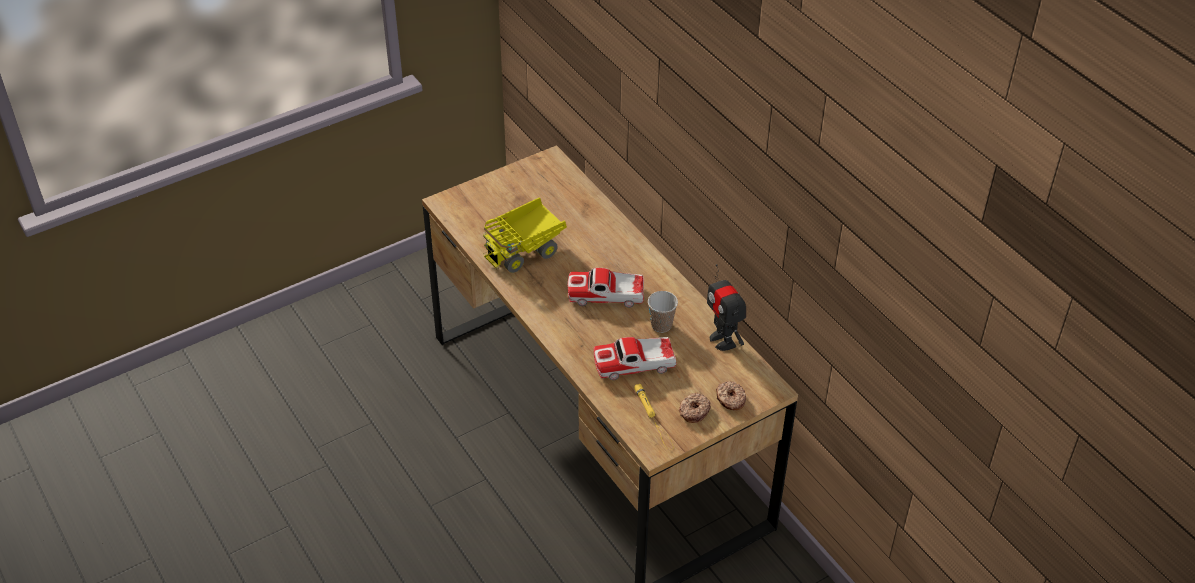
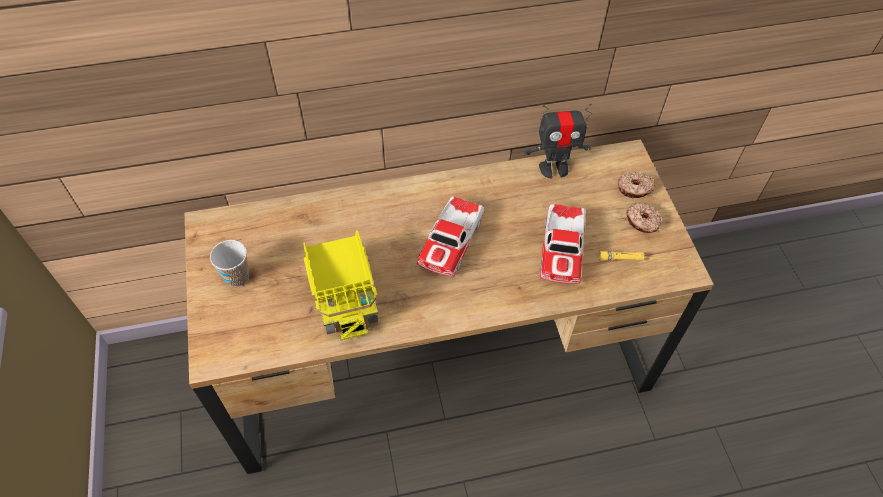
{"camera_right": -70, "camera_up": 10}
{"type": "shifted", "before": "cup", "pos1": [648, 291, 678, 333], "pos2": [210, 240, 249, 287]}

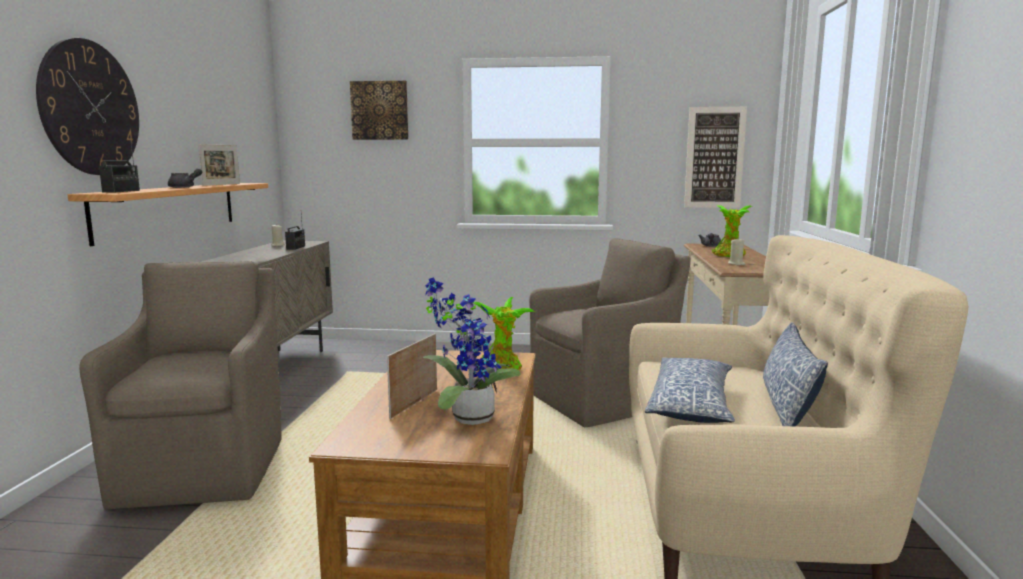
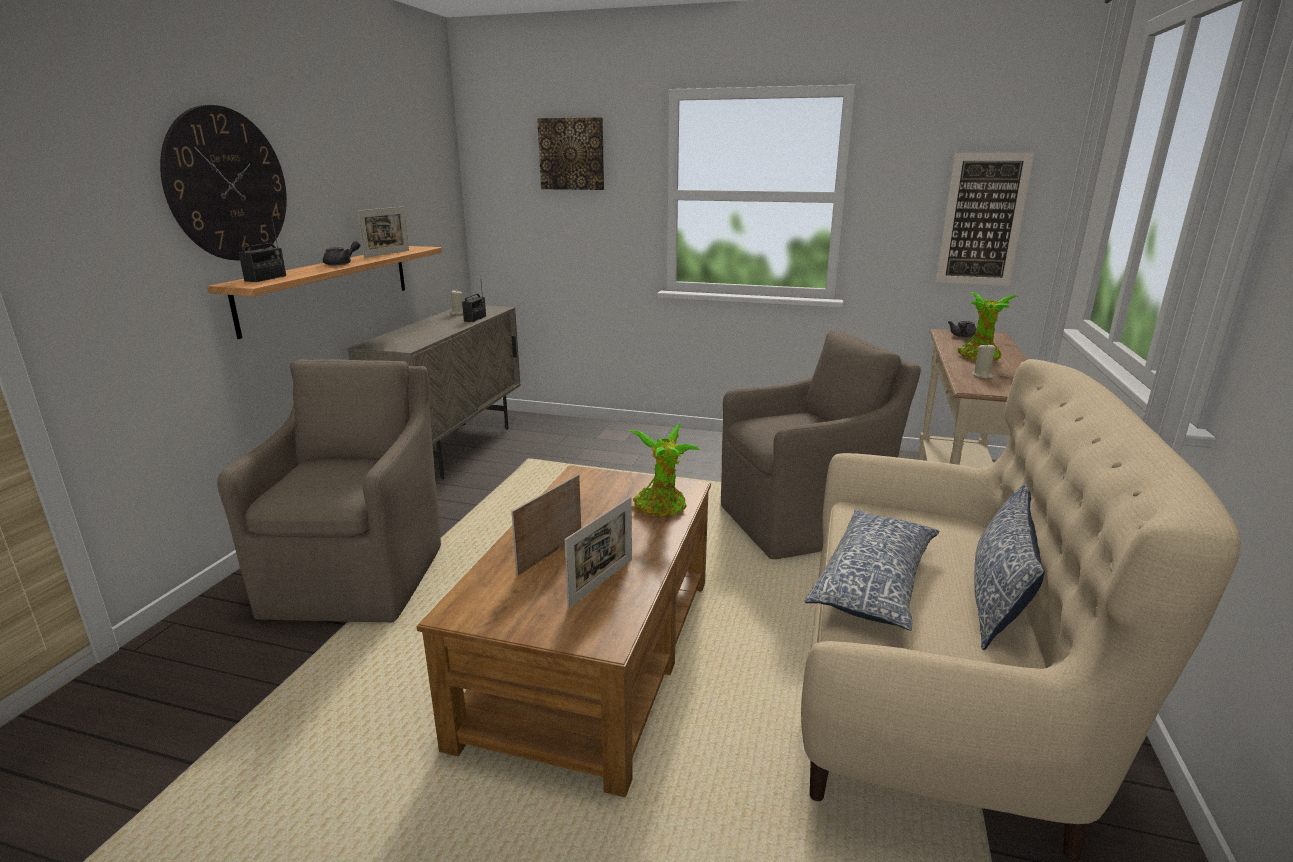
{"camera_right": 10, "camera_up": 10}
{"type": "swapped", "before": "potted plant", "after": "picture frame", "pos1": [422, 277, 521, 425], "pos2": [565, 497, 632, 608]}

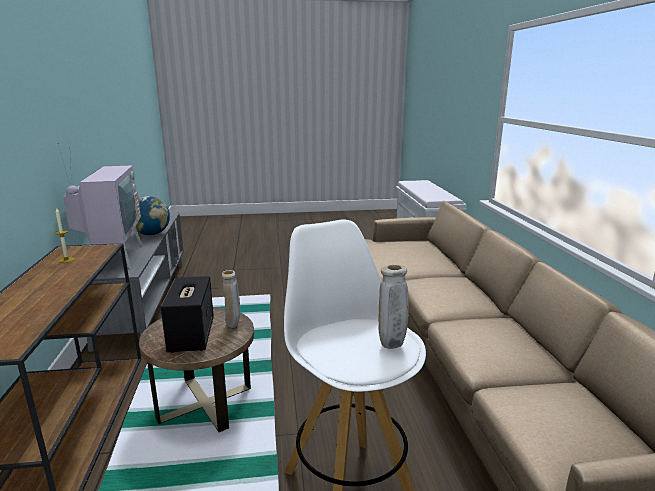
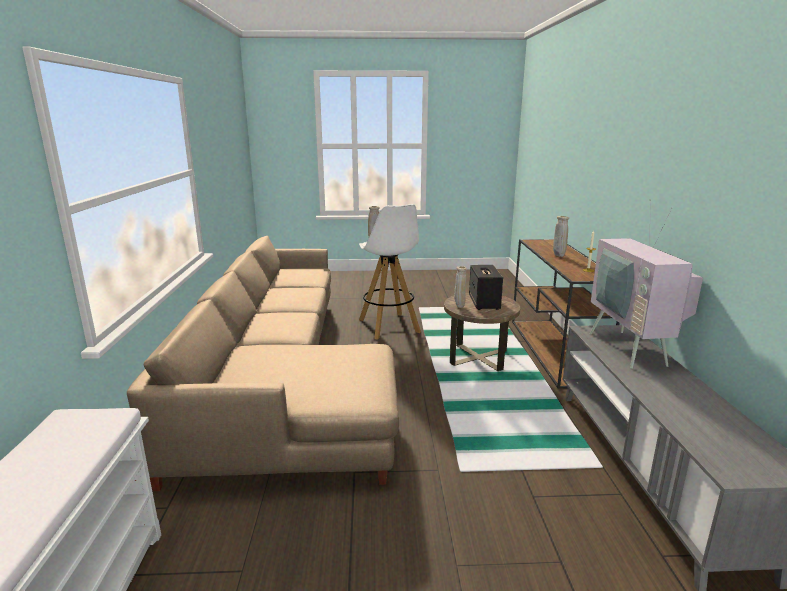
{"camera_right": -175, "camera_up": 0}
{"type": "gone", "before": "globe", "pos1": [135, 196, 170, 235]}
{"type": "new", "after": "beige vase", "pos2": [553, 216, 569, 257]}

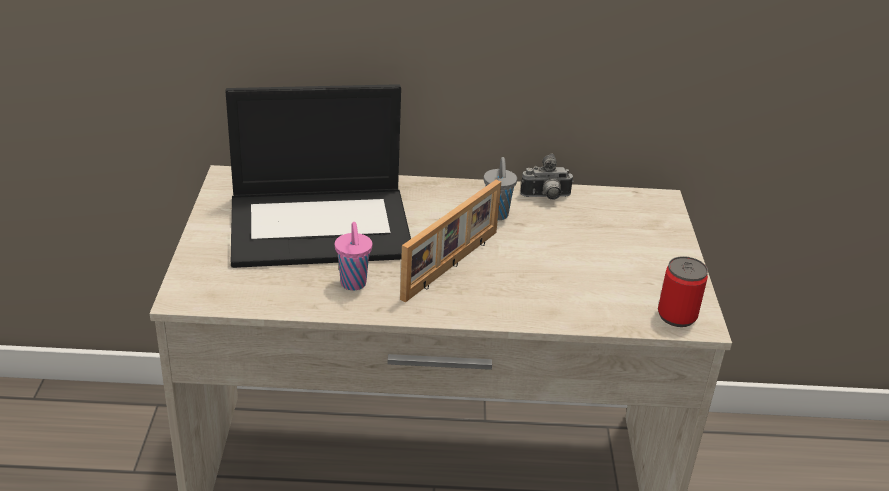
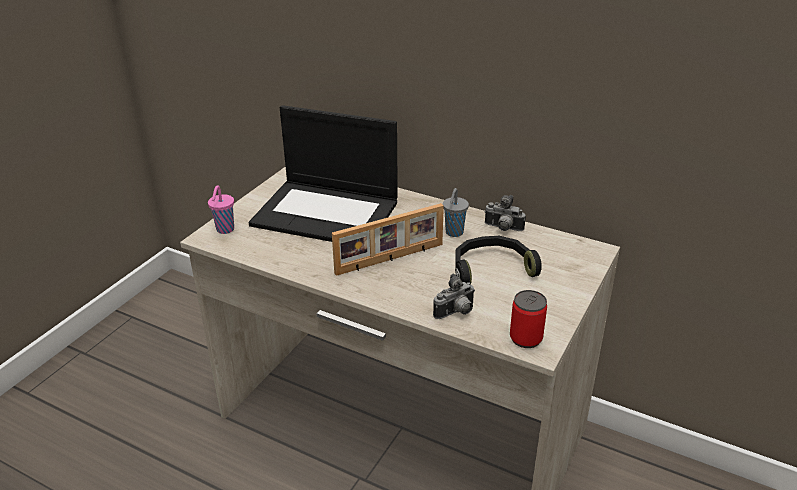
{"camera_right": 30, "camera_up": 0}
{"type": "shifted", "before": "pink cup", "pos1": [335, 222, 372, 290], "pos2": [208, 185, 234, 234]}
{"type": "new", "after": "black headphones", "pos2": [455, 236, 542, 285]}
{"type": "new", "after": "photo camera", "pos2": [433, 274, 475, 319]}

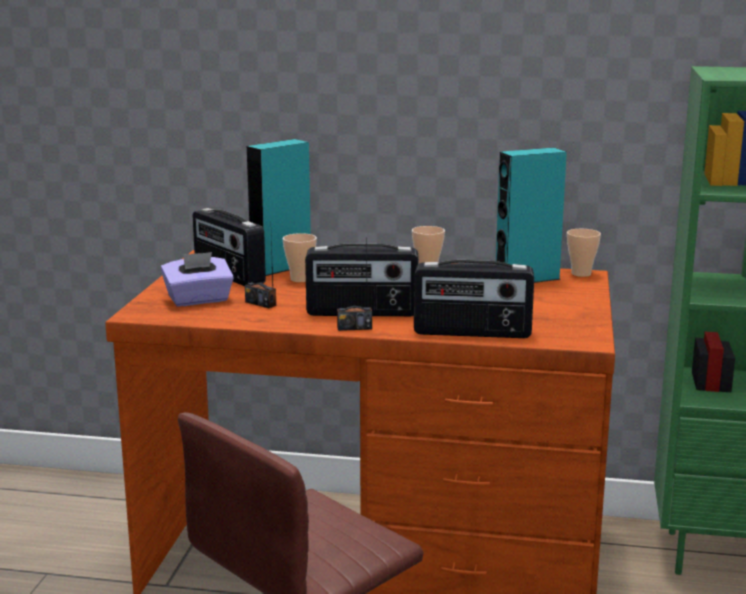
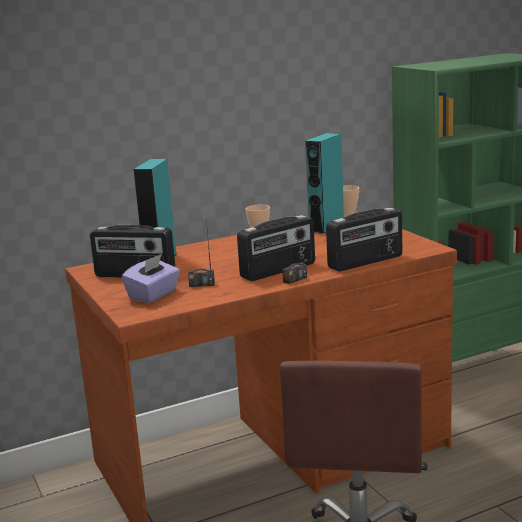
{"camera_right": -35, "camera_up": 0}
{"type": "gone", "before": "cup", "pos1": [283, 233, 317, 283]}

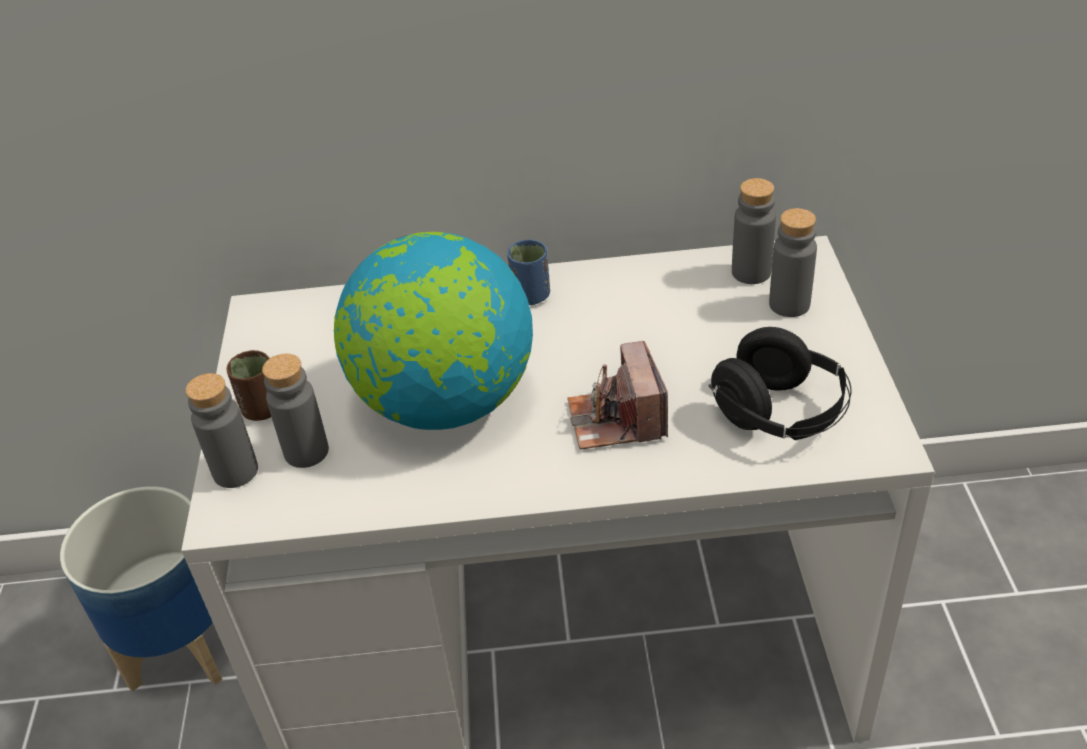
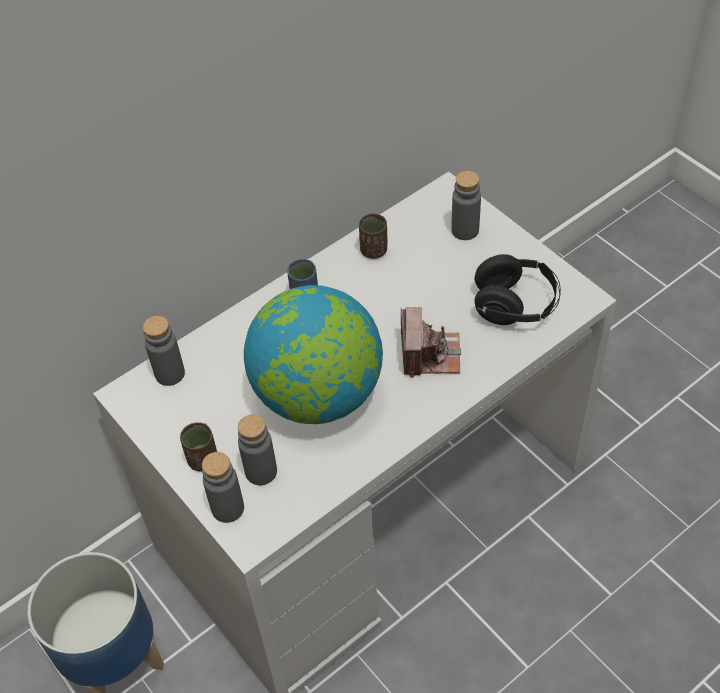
{"camera_right": -35, "camera_up": 10}
{"type": "shifted", "before": "grey bottle", "pos1": [732, 178, 776, 284], "pos2": [143, 316, 185, 386]}
{"type": "rotated", "before": "photo camera", "pos1": [567, 341, 668, 450], "pos2": [401, 307, 461, 378], "turn": -135}
{"type": "new", "after": "brown cup", "pos2": [359, 213, 387, 259]}

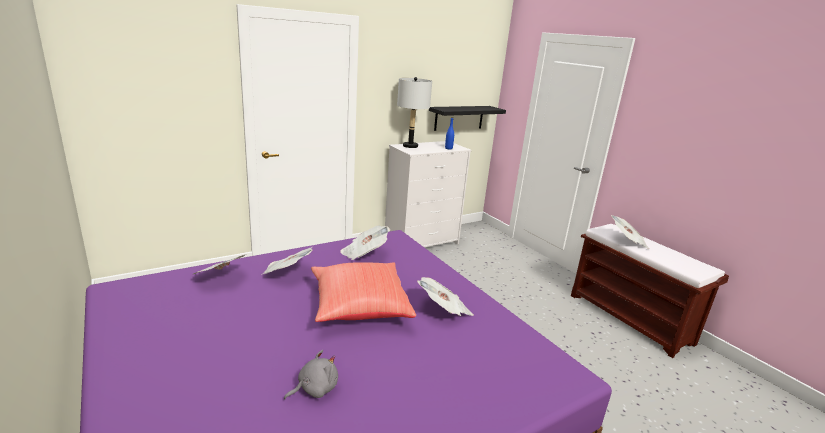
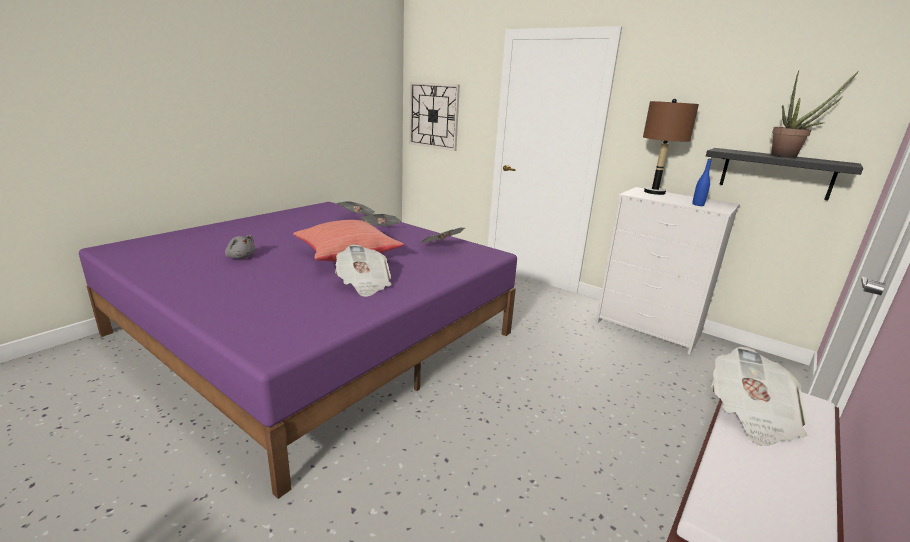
{"camera_right": 70, "camera_up": 0}
{"type": "repainted", "before": "grey table lamp", "after": "brown table lamp", "pos1": [397, 77, 432, 148], "pos2": [643, 99, 699, 195]}
{"type": "new", "after": "potted plant", "pos2": [771, 71, 859, 158]}
{"type": "new", "after": "wall clock", "pos2": [409, 82, 460, 151]}

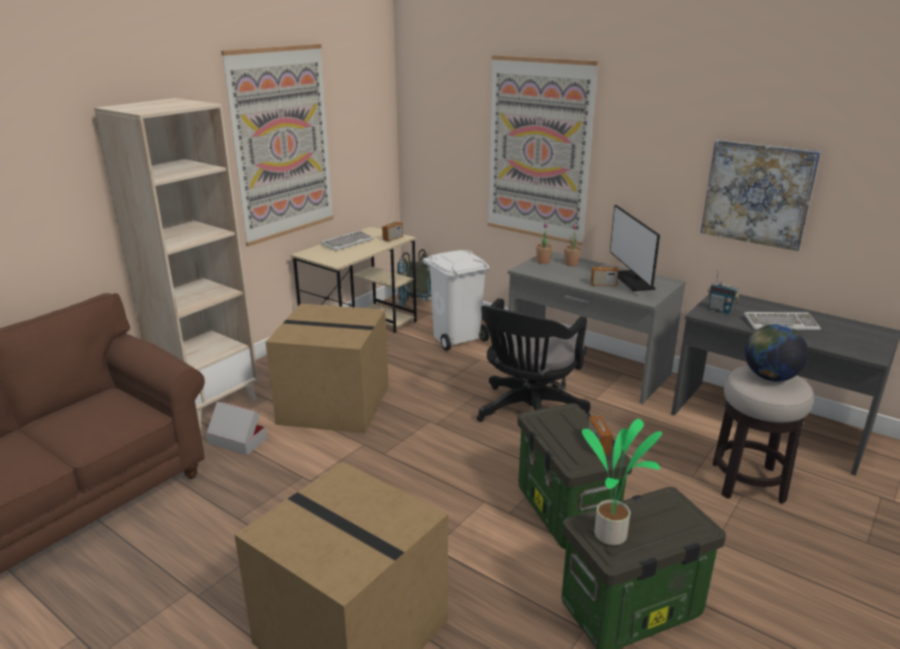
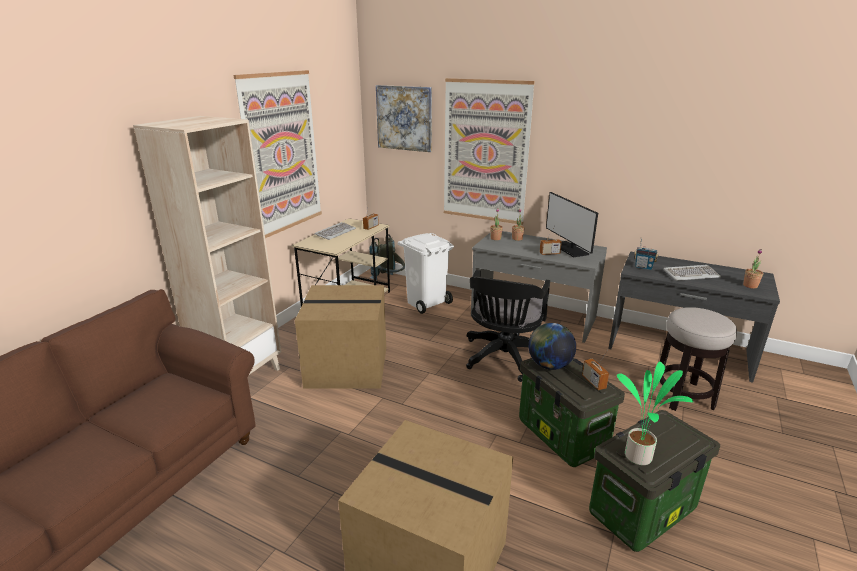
{"camera_right": -10, "camera_up": 0}
{"type": "shifted", "before": "picture", "pos1": [701, 140, 821, 251], "pos2": [376, 85, 432, 152]}
{"type": "shifted", "before": "globe", "pos1": [745, 324, 808, 381], "pos2": [528, 323, 576, 370]}
{"type": "gone", "before": "cardboard box", "pos1": [206, 402, 267, 455]}
{"type": "new", "after": "potted plant", "pos2": [743, 249, 763, 289]}

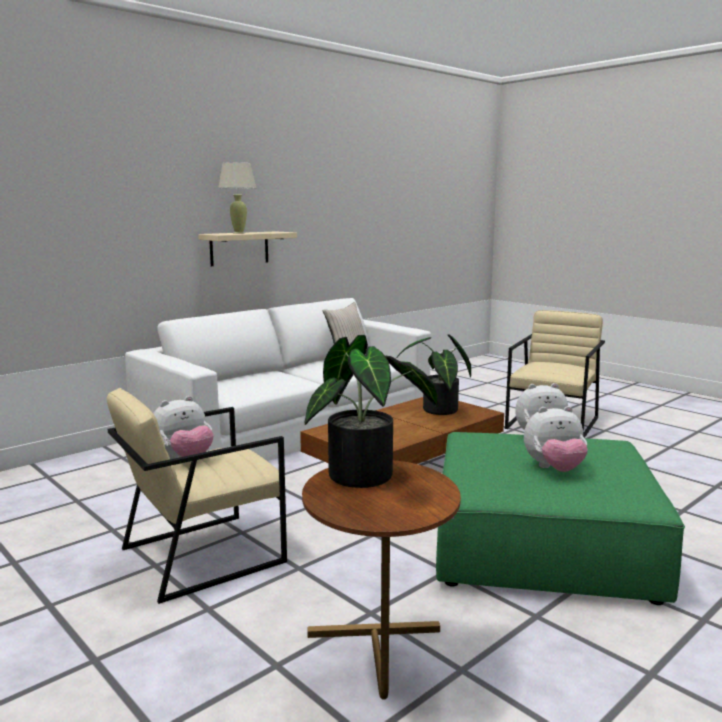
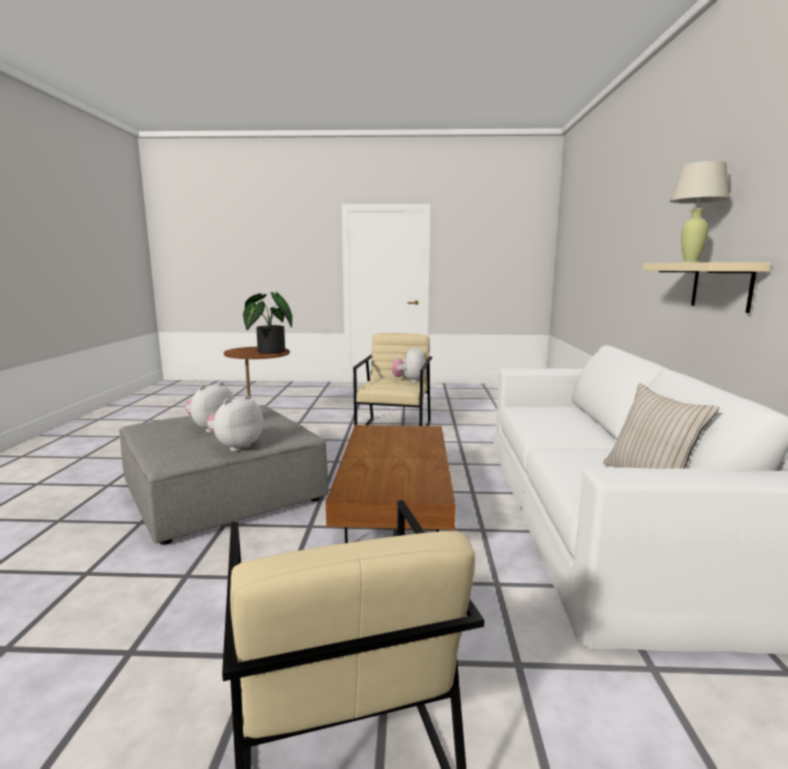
{"camera_right": 135, "camera_up": 0}
{"type": "gone", "before": "potted plant", "pos1": [397, 334, 471, 415]}
{"type": "repainted", "before": "green ottoman", "after": "grey ottoman", "pos1": [436, 432, 685, 605], "pos2": [119, 405, 328, 545]}

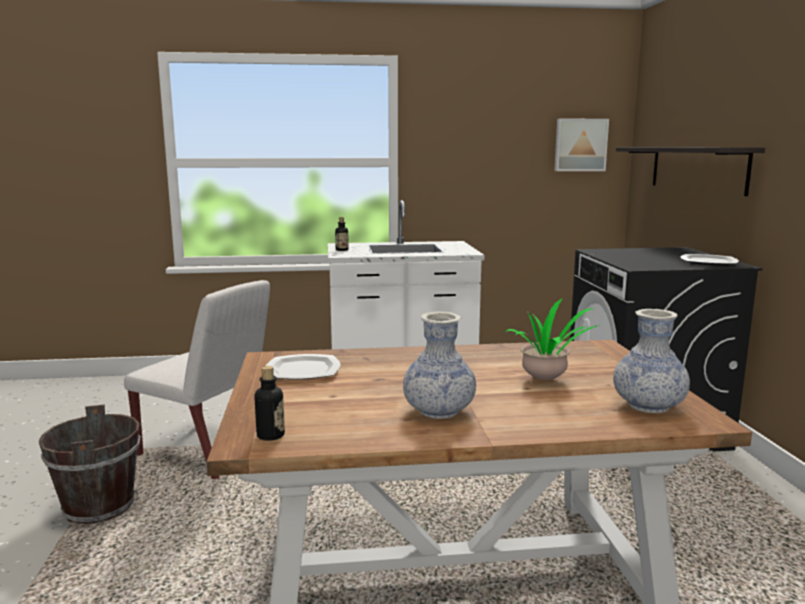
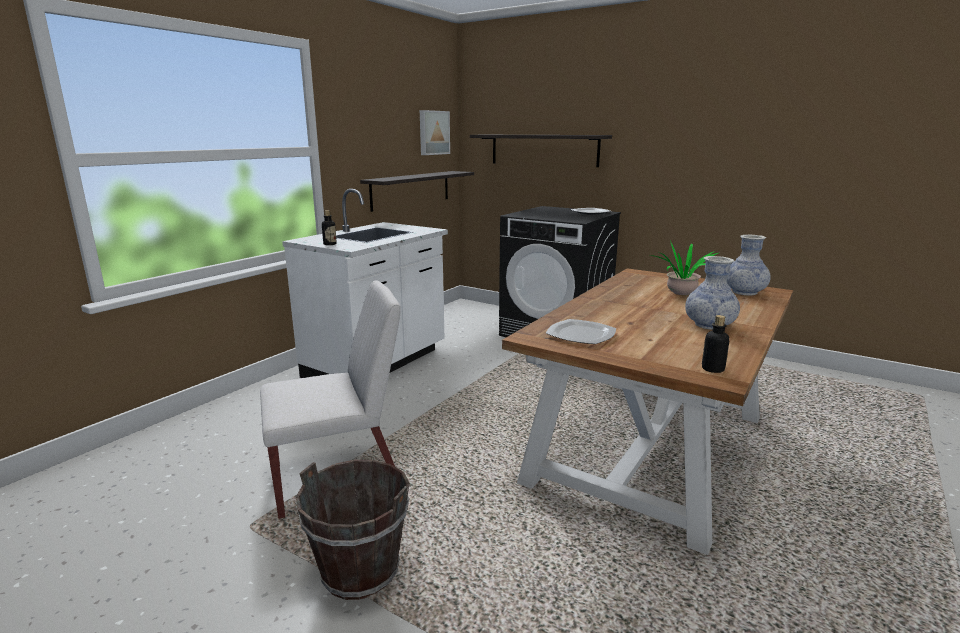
{"camera_right": -50, "camera_up": 5}
{"type": "new", "after": "shelf", "pos2": [360, 171, 474, 212]}

